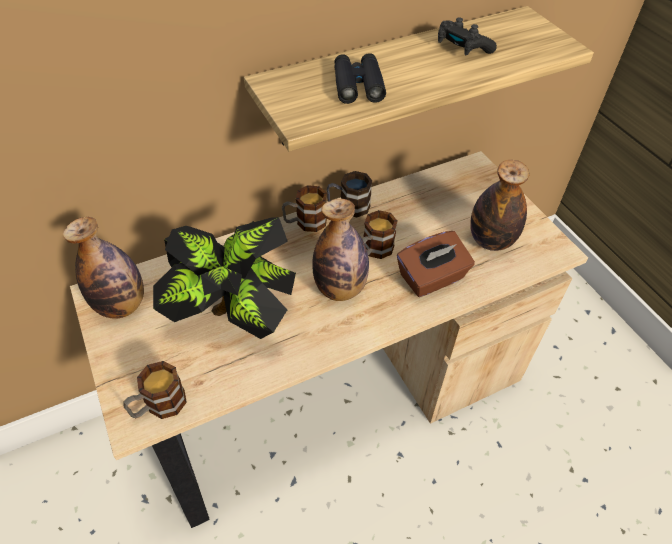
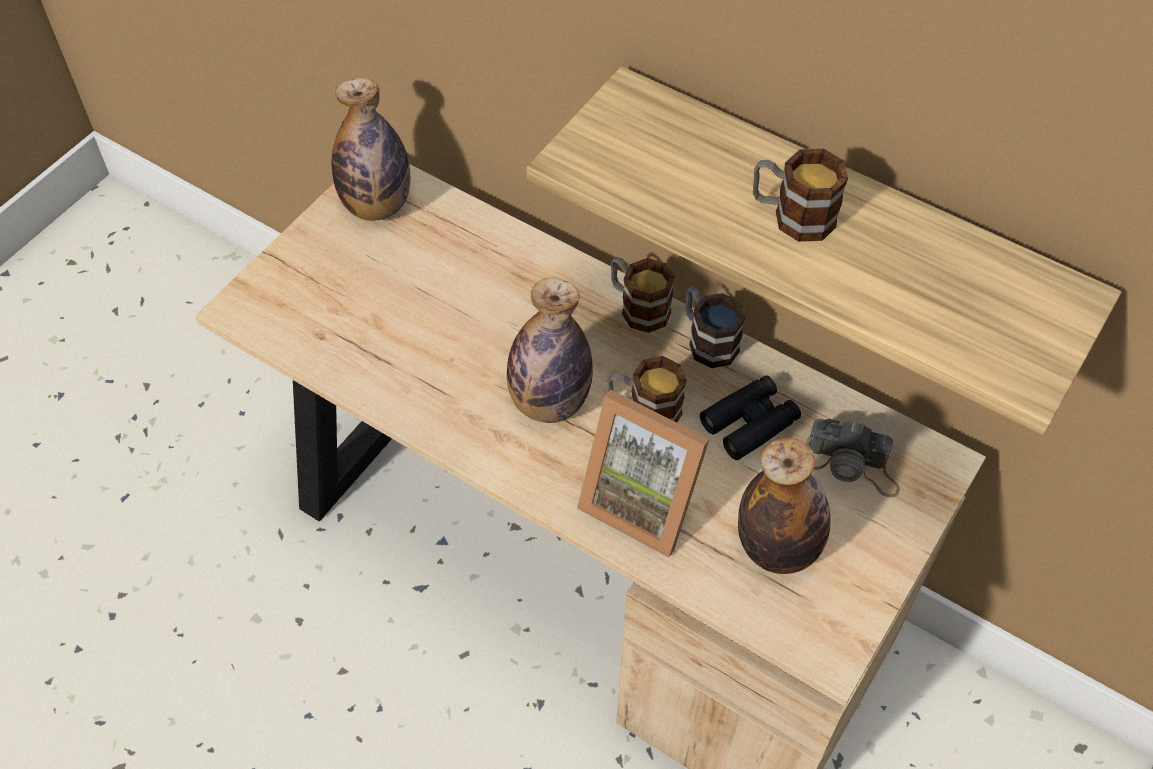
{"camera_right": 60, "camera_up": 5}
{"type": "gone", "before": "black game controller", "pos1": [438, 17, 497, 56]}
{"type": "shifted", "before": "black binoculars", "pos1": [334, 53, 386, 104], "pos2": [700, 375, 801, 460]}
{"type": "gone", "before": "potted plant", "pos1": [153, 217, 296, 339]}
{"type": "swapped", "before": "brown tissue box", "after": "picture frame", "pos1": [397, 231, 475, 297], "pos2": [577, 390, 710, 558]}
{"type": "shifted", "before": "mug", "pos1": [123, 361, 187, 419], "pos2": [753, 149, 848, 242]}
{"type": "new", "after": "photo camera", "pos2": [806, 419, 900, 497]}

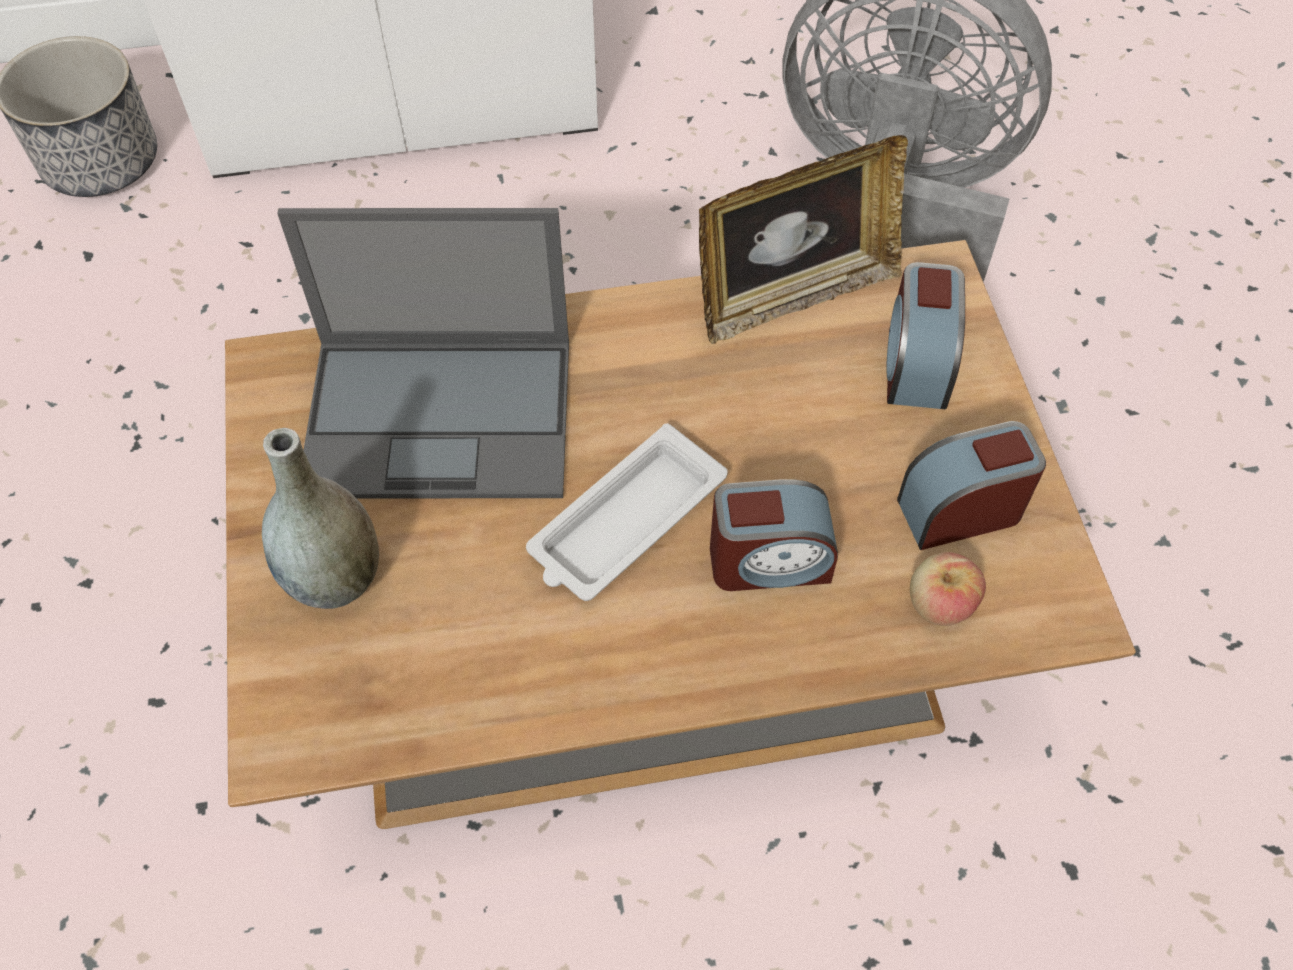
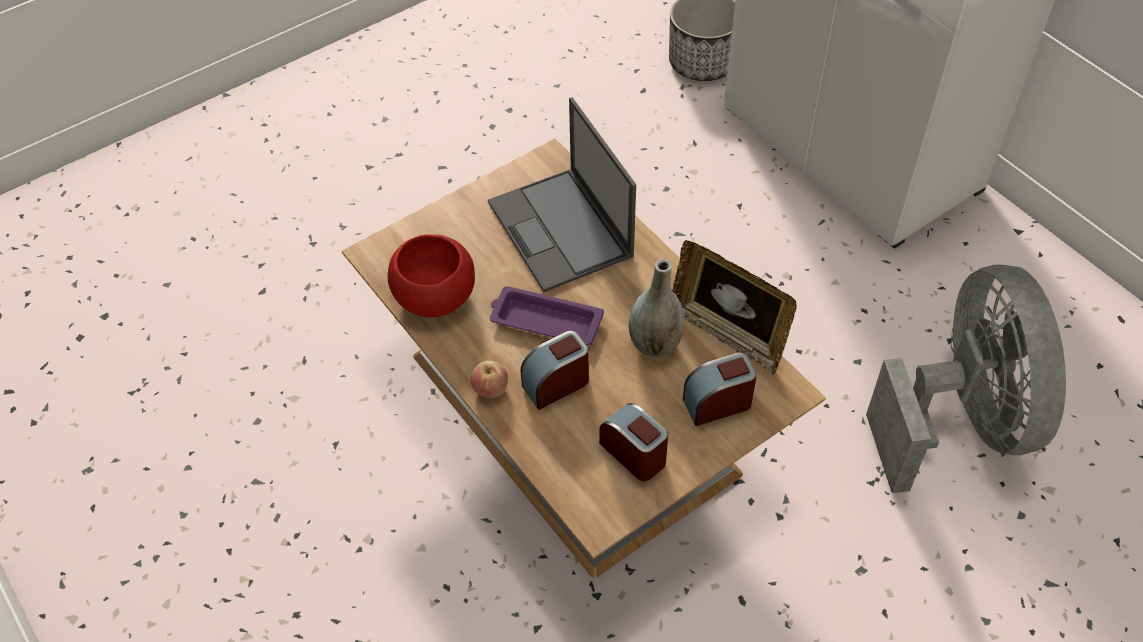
{"camera_right": 65, "camera_up": -5}
{"type": "repainted", "before": "white tray", "after": "purple tray", "pos1": [526, 423, 728, 601], "pos2": [490, 286, 604, 345]}
{"type": "shifted", "before": "grey vase", "pos1": [262, 428, 379, 609], "pos2": [629, 259, 685, 357]}
{"type": "rotated", "before": "alarm clock", "pos1": [710, 479, 838, 591], "pos2": [521, 331, 589, 410], "turn": 90}
{"type": "shifted", "before": "apple", "pos1": [910, 552, 986, 626], "pos2": [470, 361, 508, 398]}
{"type": "new", "after": "red bowl", "pos2": [388, 234, 475, 317]}

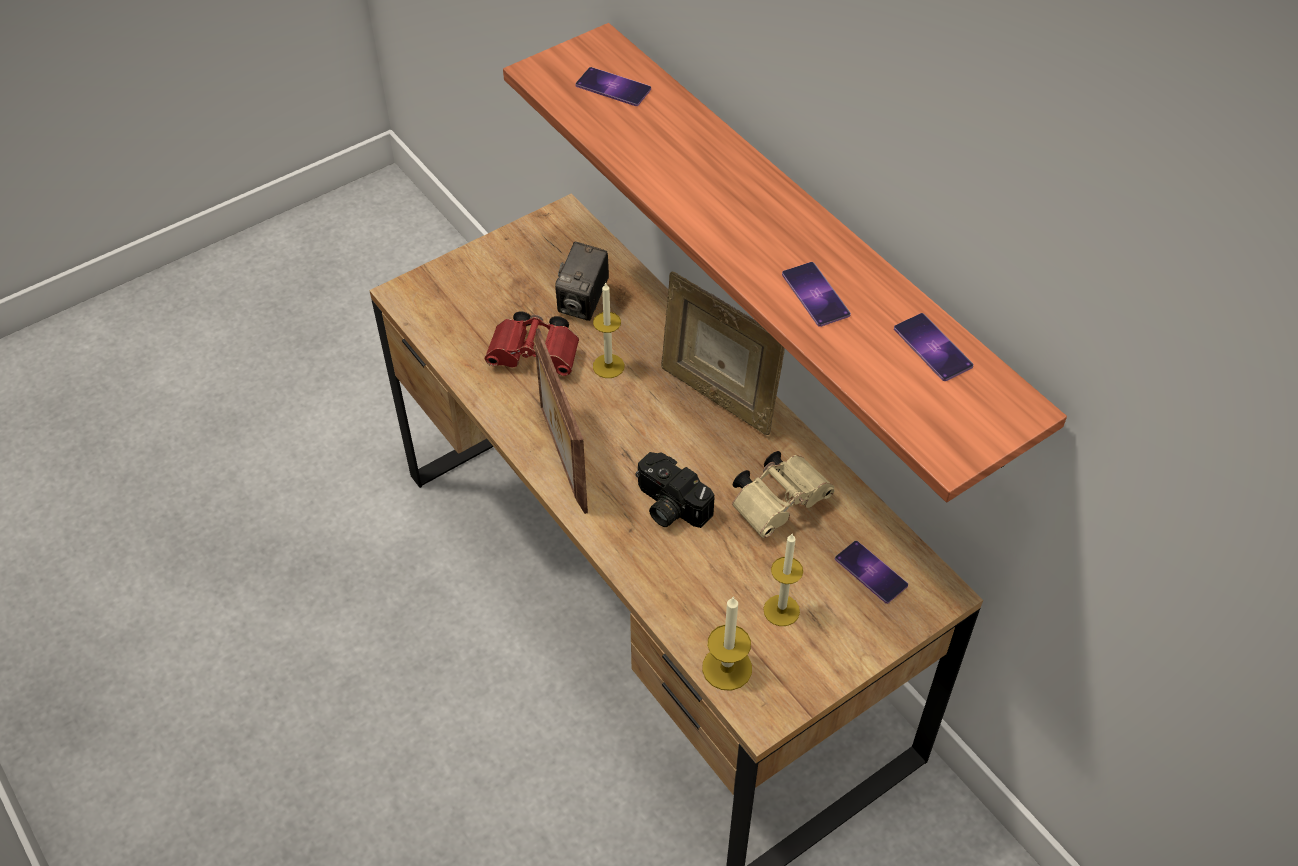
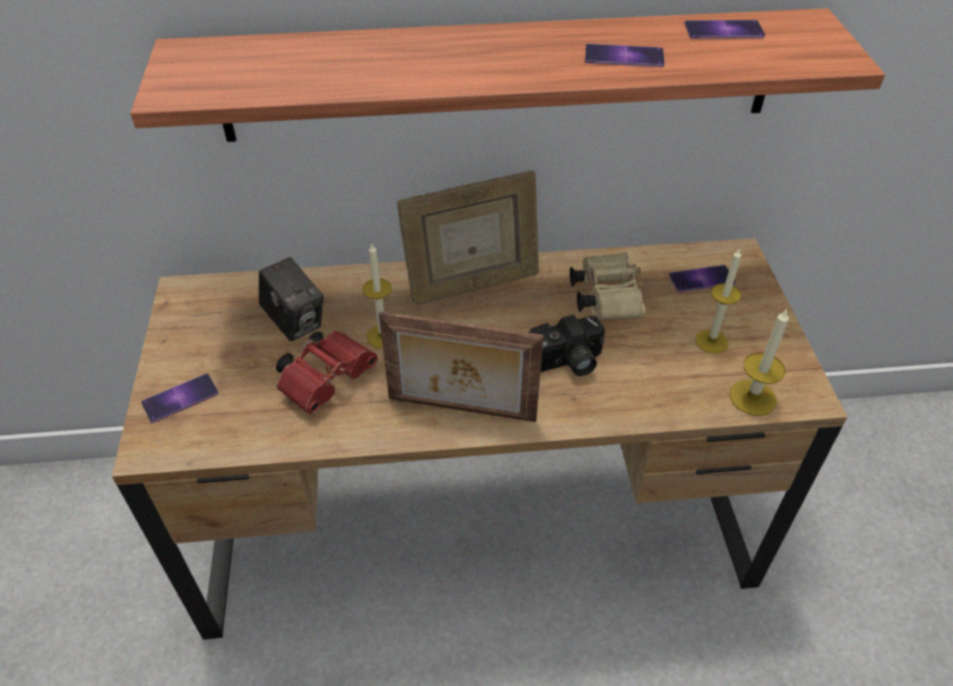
{"camera_right": -60, "camera_up": -5}
{"type": "shifted", "before": "phone", "pos1": [575, 67, 651, 106], "pos2": [141, 373, 219, 423]}

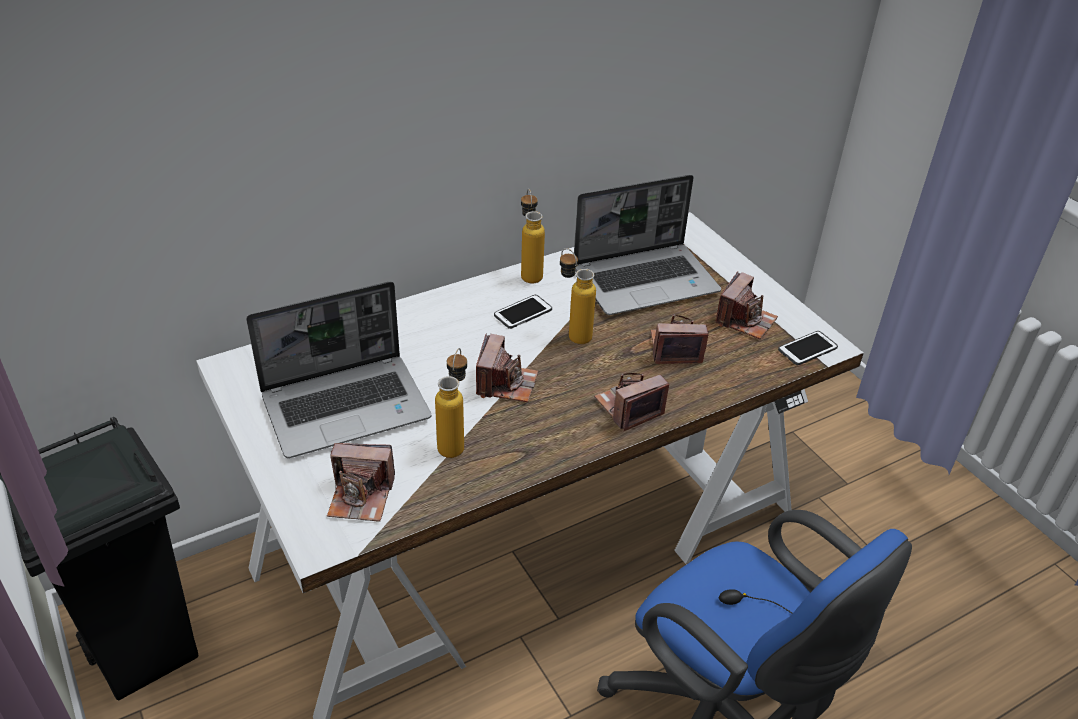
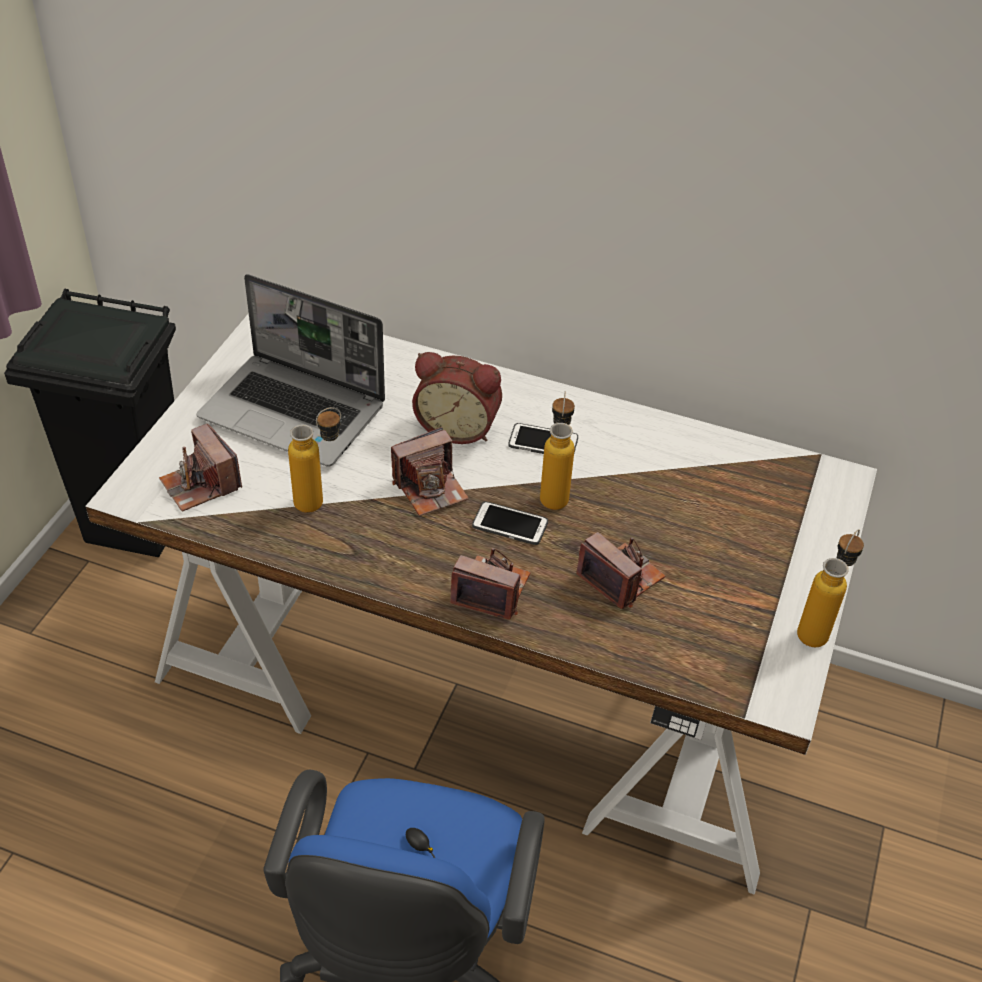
{"camera_right": 50, "camera_up": 5}
{"type": "gone", "before": "laptop", "pos1": [574, 175, 721, 315]}
{"type": "shifted", "before": "bottle", "pos1": [521, 189, 545, 283], "pos2": [797, 529, 864, 647]}
{"type": "gone", "before": "photo camera", "pos1": [715, 272, 778, 339]}
{"type": "shifted", "before": "phone", "pos1": [778, 331, 838, 365], "pos2": [472, 501, 548, 545]}
{"type": "new", "after": "alarm clock", "pos2": [412, 352, 502, 444]}

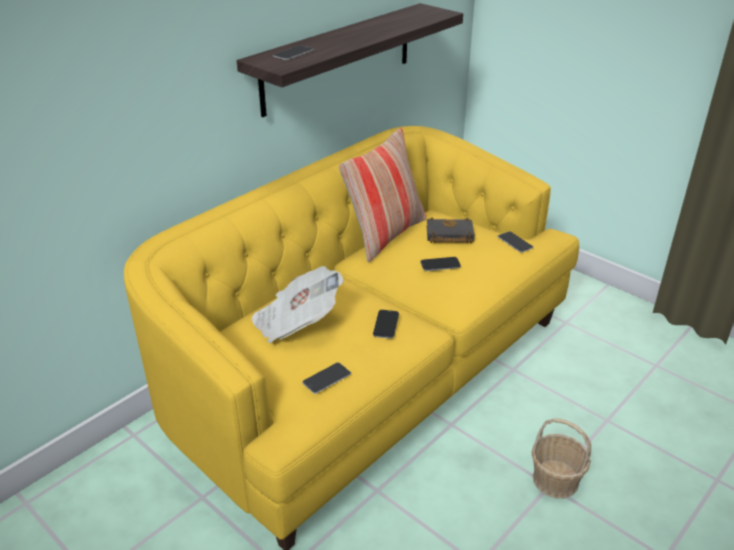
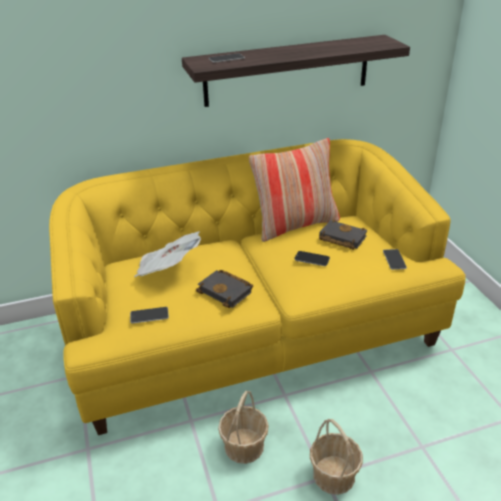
{"camera_right": 30, "camera_up": 0}
{"type": "swapped", "before": "phone", "after": "black book", "pos1": [373, 310, 399, 339], "pos2": [196, 270, 253, 308]}
{"type": "new", "after": "basket", "pos2": [218, 391, 269, 464]}

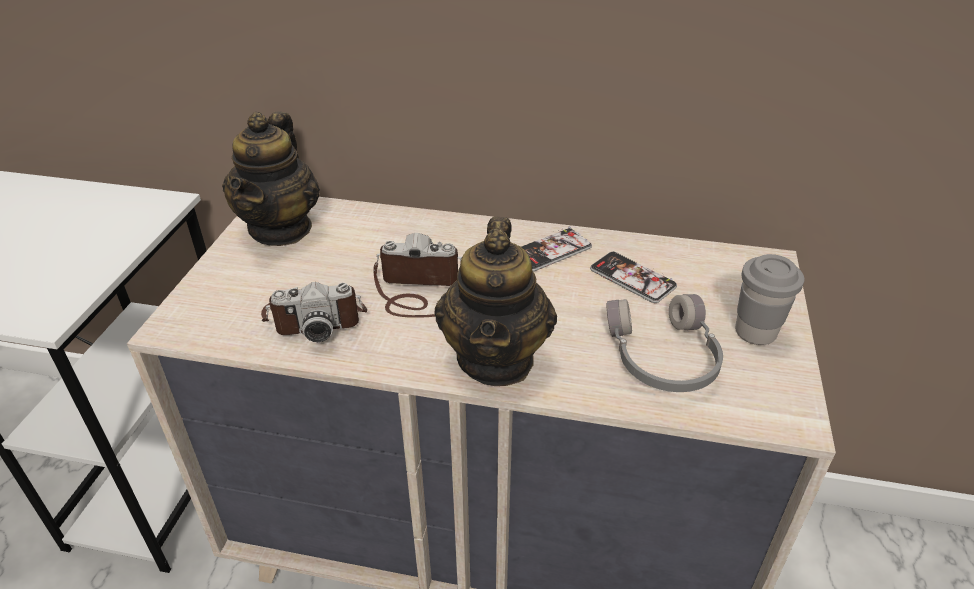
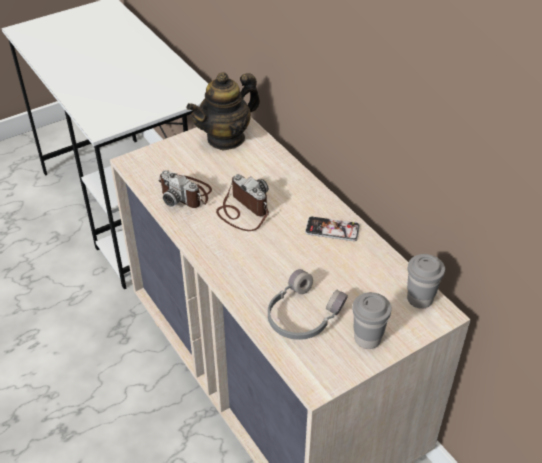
{"camera_right": 45, "camera_up": 5}
{"type": "gone", "before": "teapot", "pos1": [434, 217, 557, 386]}
{"type": "gone", "before": "phone", "pos1": [590, 252, 677, 303]}
{"type": "new", "after": "grey cup", "pos2": [407, 254, 445, 309]}

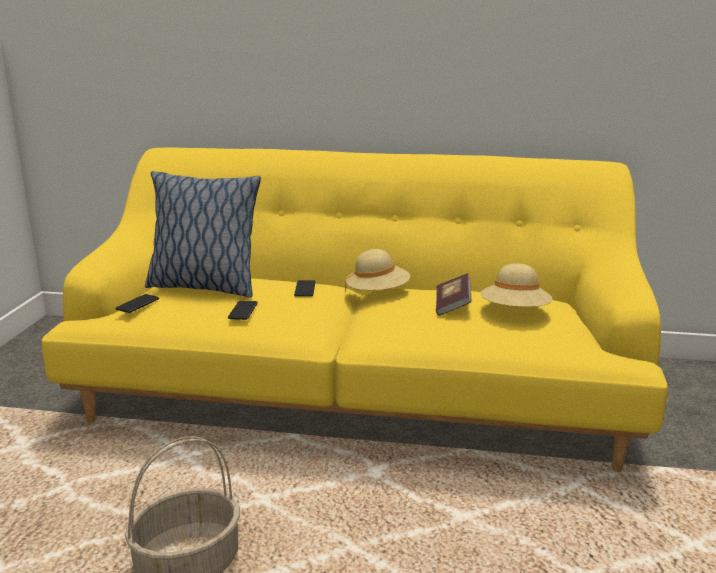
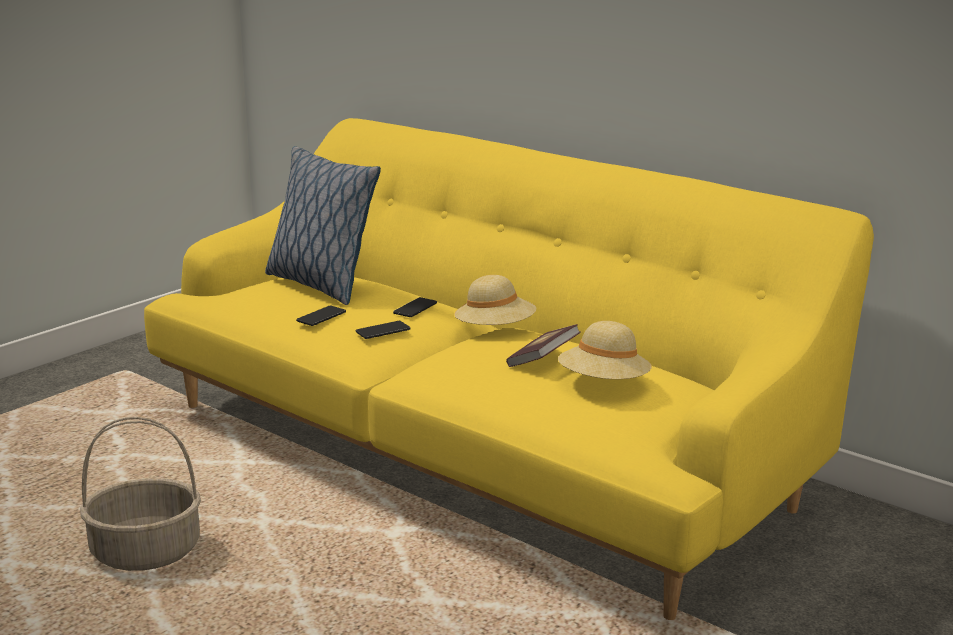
{"camera_right": 30, "camera_up": 0}
{"type": "shifted", "before": "phone", "pos1": [115, 294, 159, 313], "pos2": [356, 321, 411, 339]}

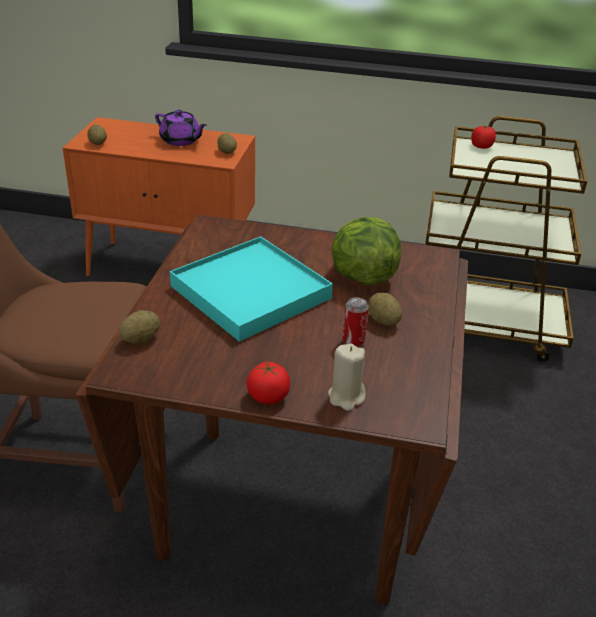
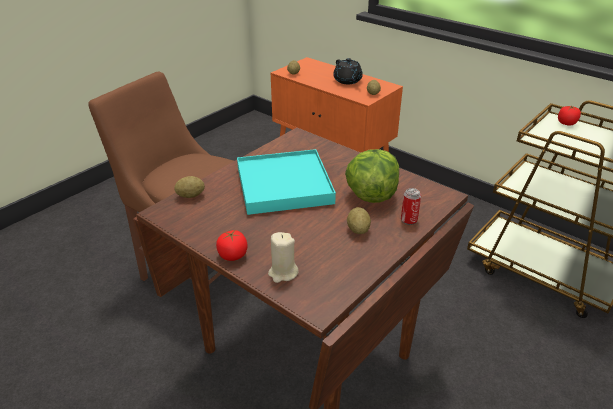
{"camera_right": 30, "camera_up": 0}
{"type": "repainted", "before": "purple teapot", "after": "black teapot", "pos1": [155, 109, 207, 146], "pos2": [333, 58, 363, 84]}
{"type": "shifted", "before": "can", "pos1": [343, 297, 369, 347], "pos2": [401, 188, 421, 225]}

